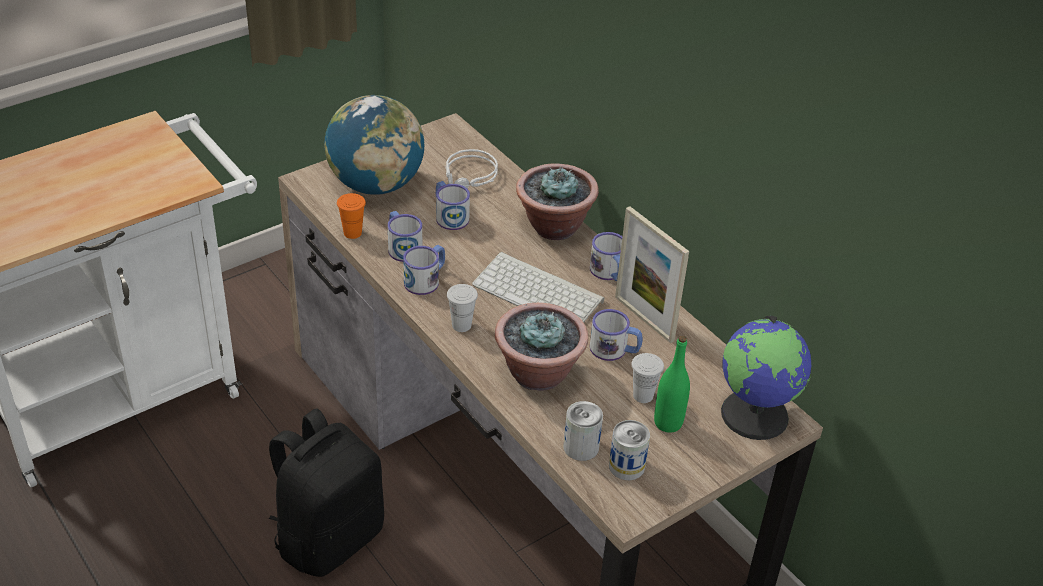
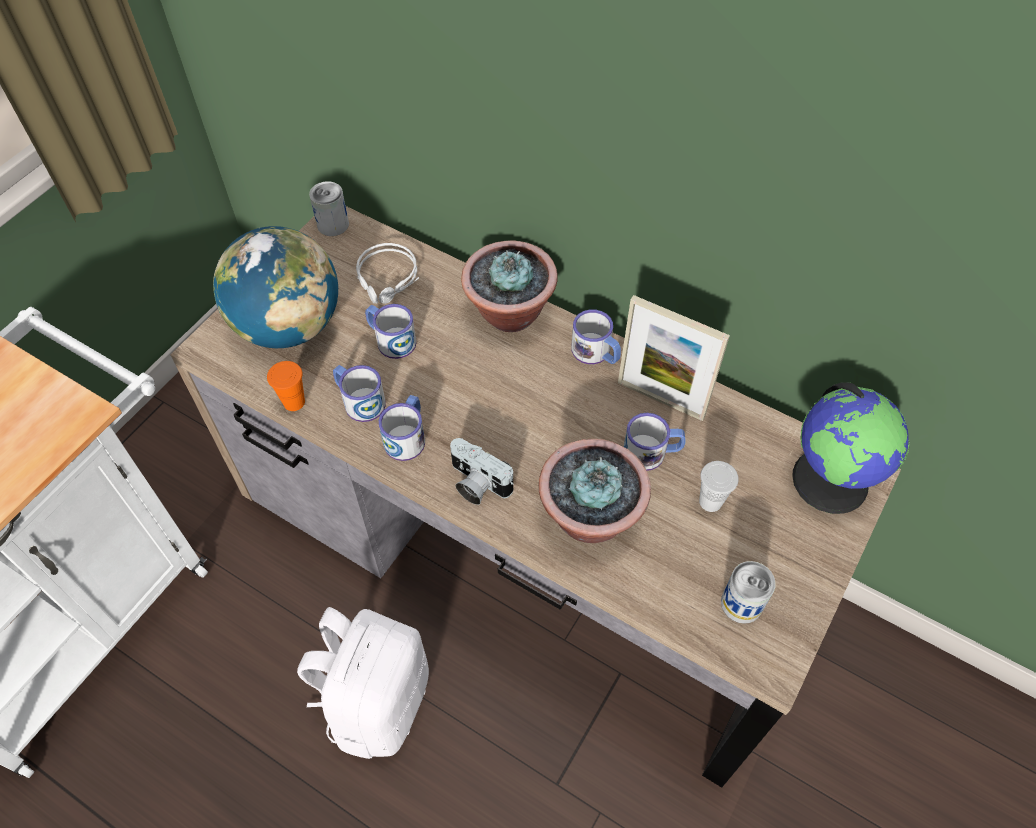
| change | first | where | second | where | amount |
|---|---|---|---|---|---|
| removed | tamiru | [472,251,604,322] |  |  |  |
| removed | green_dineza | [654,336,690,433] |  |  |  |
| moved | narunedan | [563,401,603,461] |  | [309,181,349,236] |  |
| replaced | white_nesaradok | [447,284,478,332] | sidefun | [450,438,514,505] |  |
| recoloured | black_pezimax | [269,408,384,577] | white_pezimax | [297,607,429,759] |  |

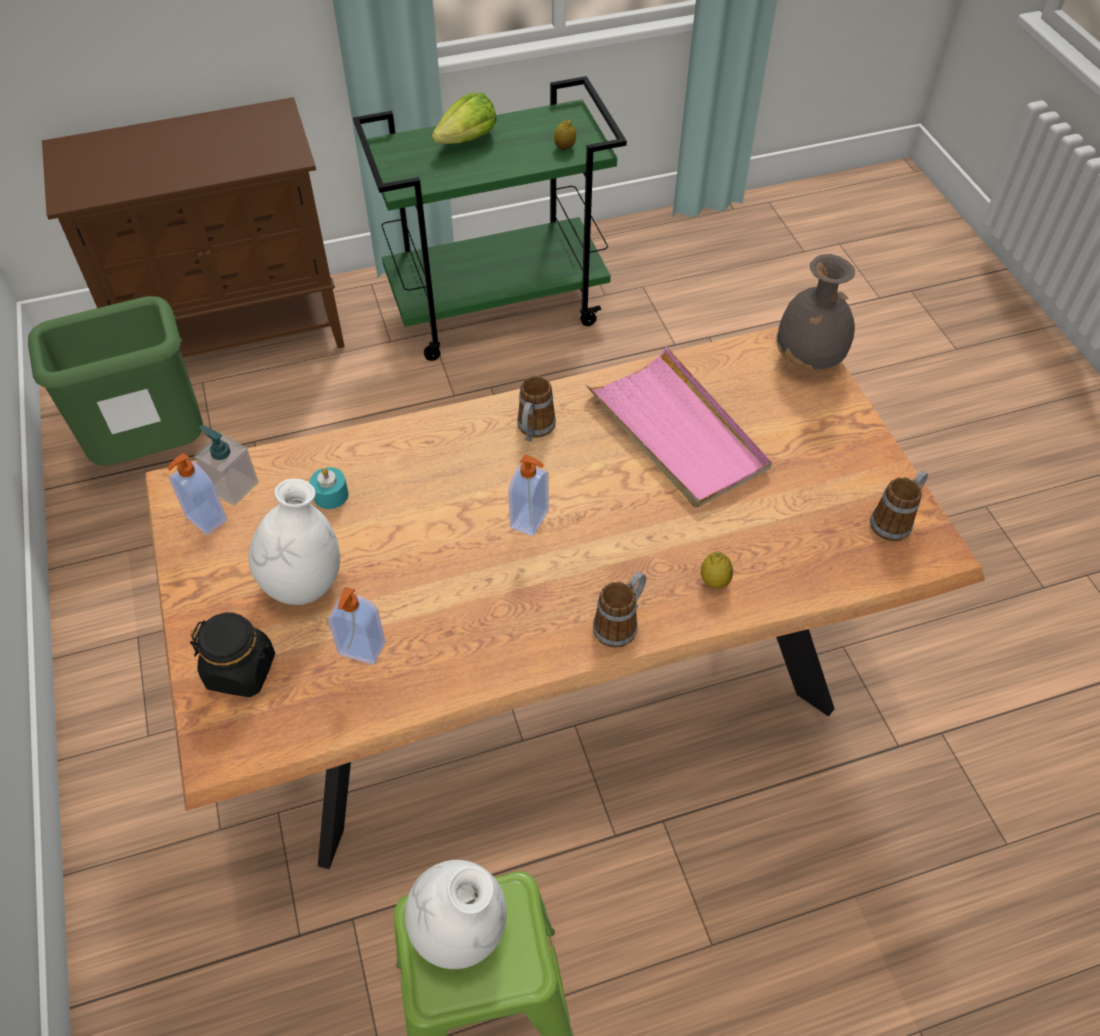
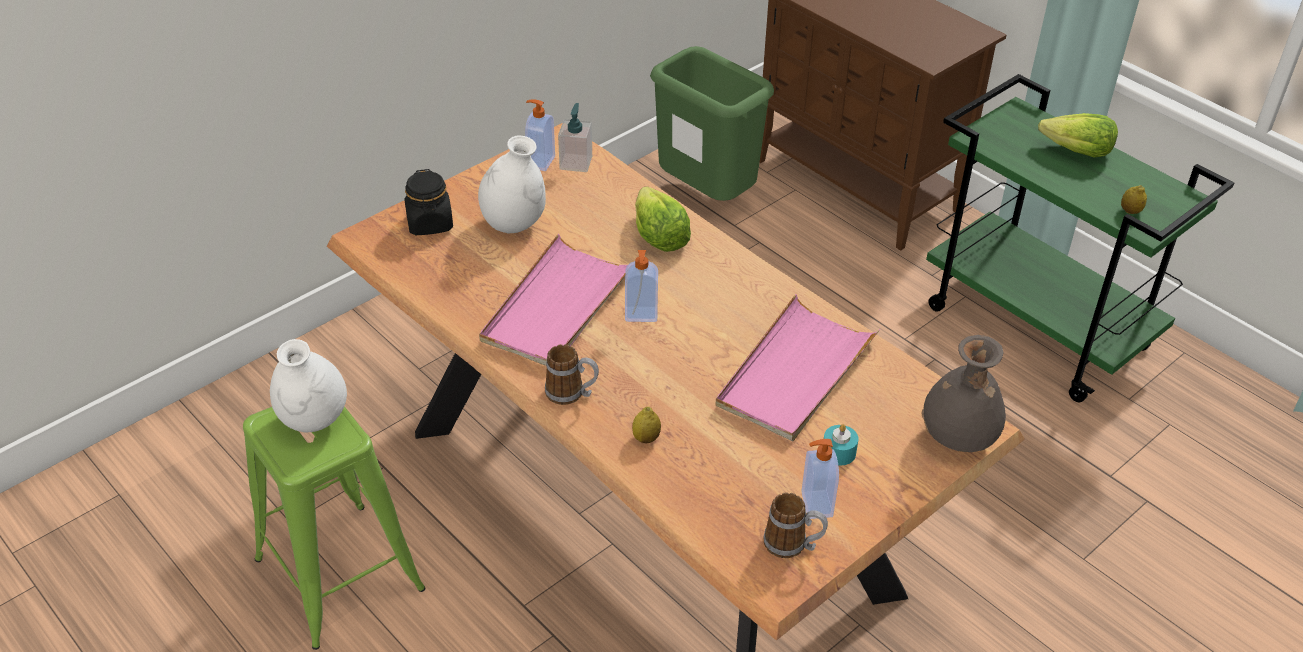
| change | first | where | second | where | amount |
|---|---|---|---|---|---|
| removed | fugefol | [517,376,556,442] |  |  |  |
| added |  |  | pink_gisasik | [479,234,628,366] |  |
| added |  |  | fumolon | [635,186,691,252] |  |
| moved | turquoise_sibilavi | [309,467,349,509] |  | [824,424,859,465] |  |
| moved | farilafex | [328,587,386,665] |  | [802,439,839,519] |  |

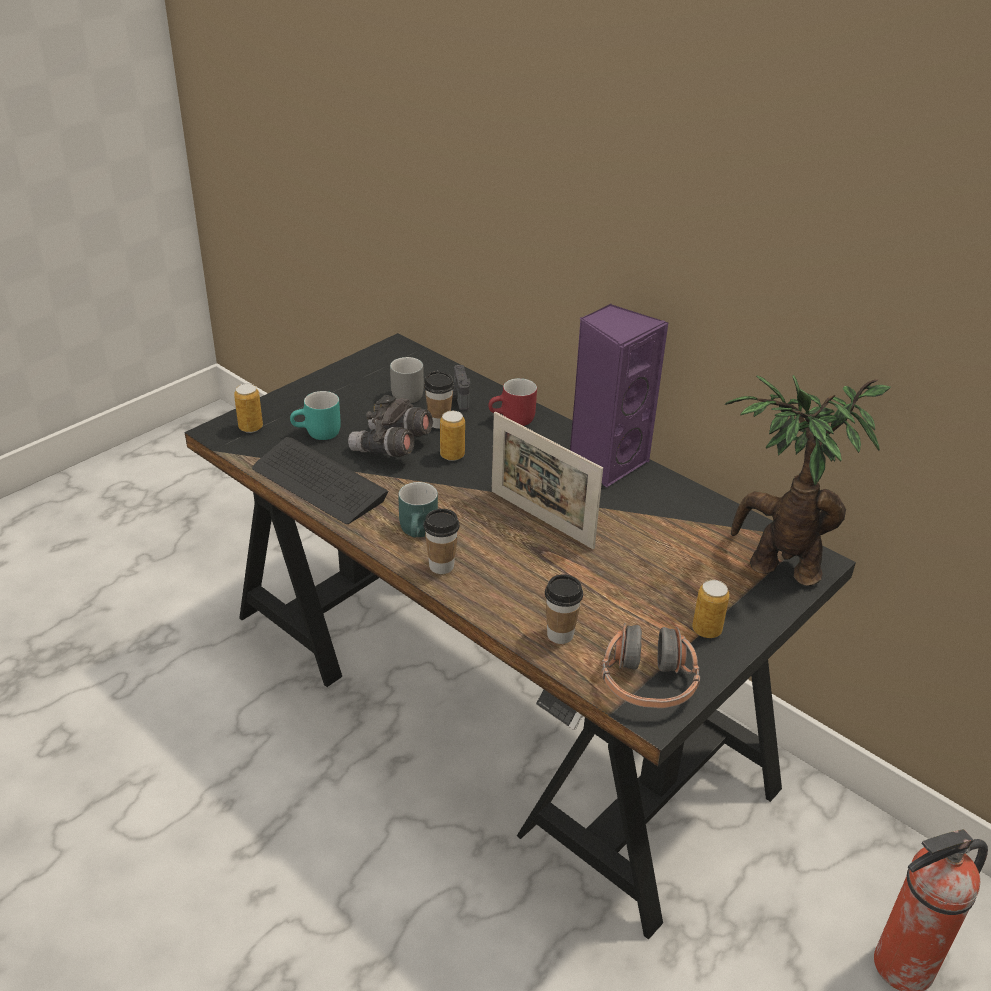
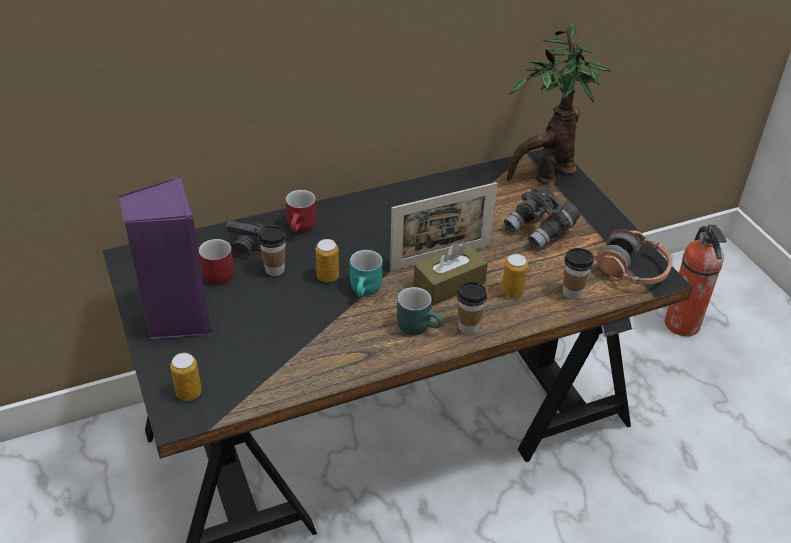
| change | first | where | second | where | amount |
|---|---|---|---|---|---|
| removed | tamiru | [252,437,389,524] |  |  |  |
| added |  |  | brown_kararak | [413,242,488,306] |  |
| moved | turquoise_fugefol | [290,391,341,440] |  | [350,250,383,297] |  |
| moved | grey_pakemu | [348,395,433,457] |  | [504,186,580,250] |  |
| moved | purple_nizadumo | [570,304,668,488] |  | [119,177,211,339] |  |
| moved | narunedan | [692,580,730,638] |  | [502,254,528,298] |  |
| recoloured | grey_fugefol | [390,357,424,403] | red_fugefol | [198,239,234,285] |  |

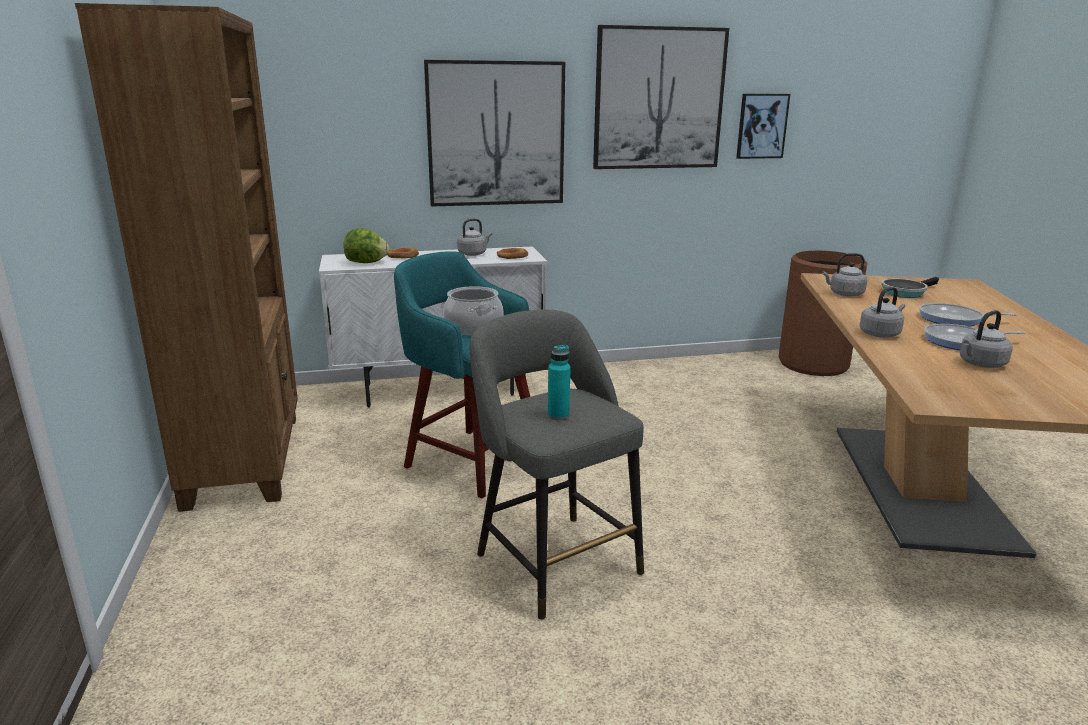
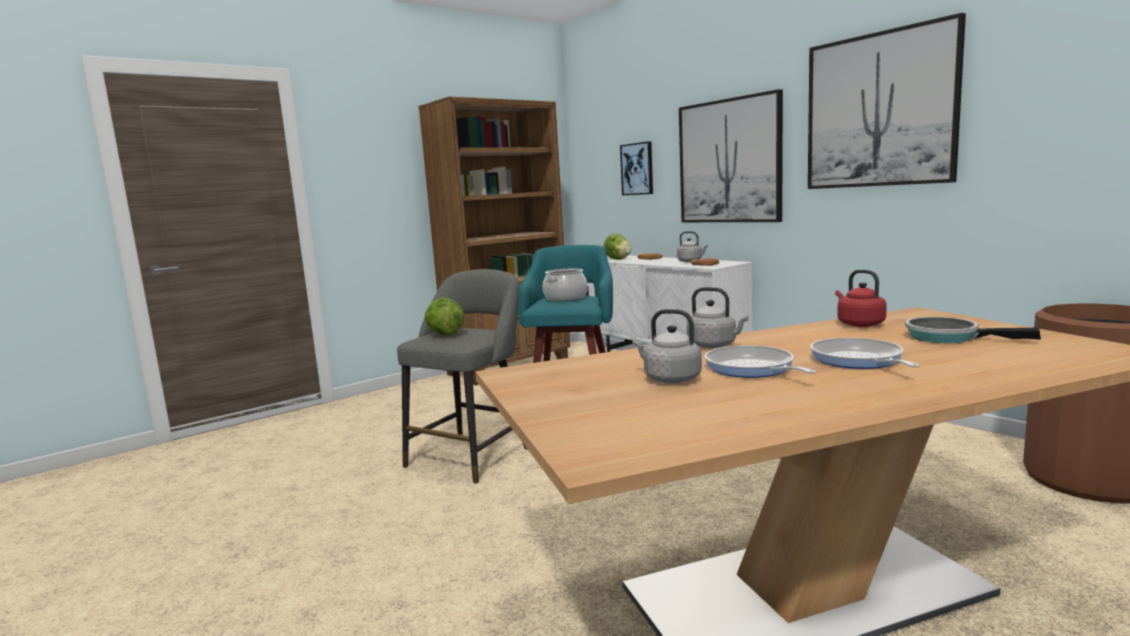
| change | first | where | second | where | amount |
|---|---|---|---|---|---|
| moved | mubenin | [736,94,790,159] |  | [620,141,653,195] |  |
| replaced | turquoise_dineza | [548,345,571,420] | fumolon | [425,297,464,335] |  |
| recoloured | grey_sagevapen | [822,253,867,296] | red_sagevapen | [835,270,887,327] |  |

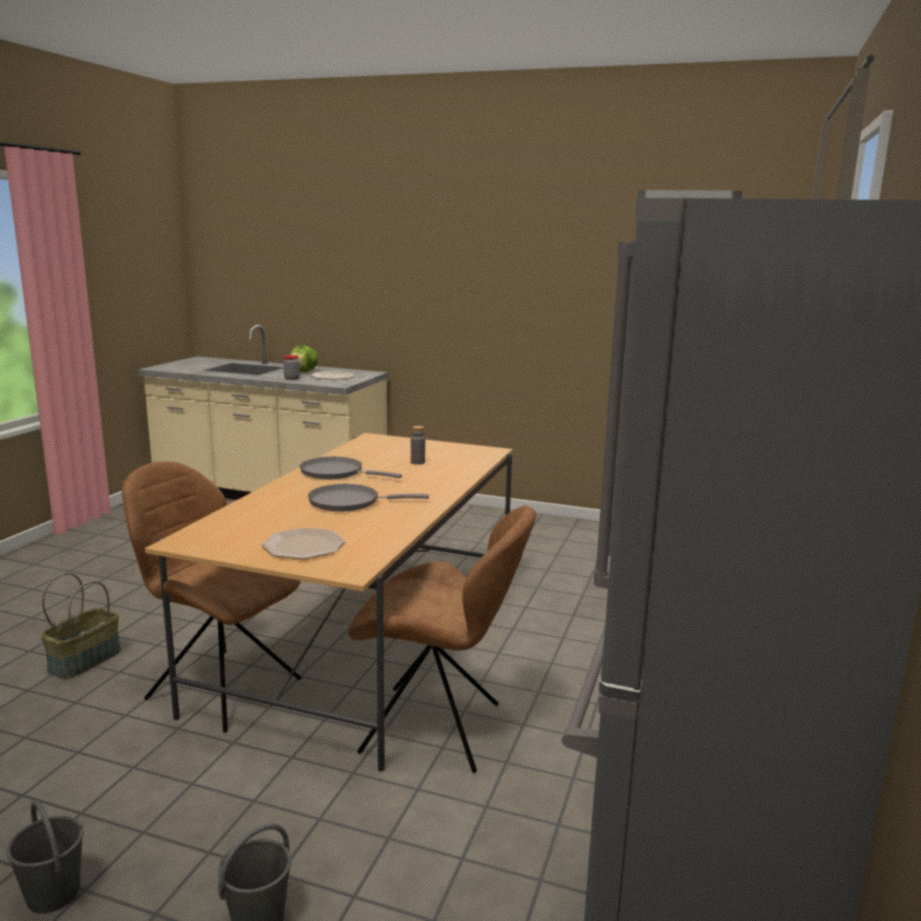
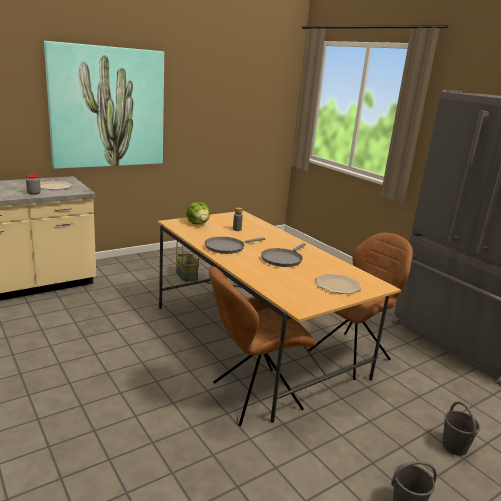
| change | first | where | second | where | amount |
|---|---|---|---|---|---|
| added |  |  | mubenin | [44,41,164,169] |  |
| moved | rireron | [41,573,121,679] |  | [176,241,199,282] |  |
| moved | fumolon | [290,345,319,372] |  | [186,202,210,224] |  |

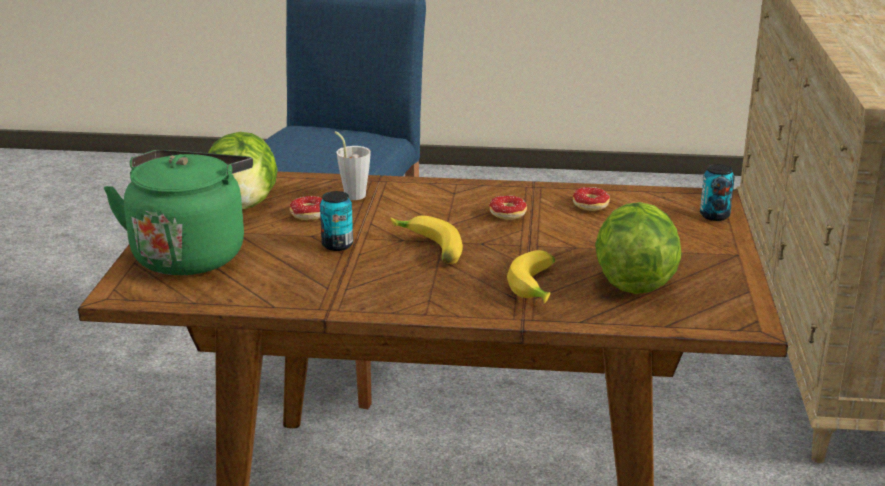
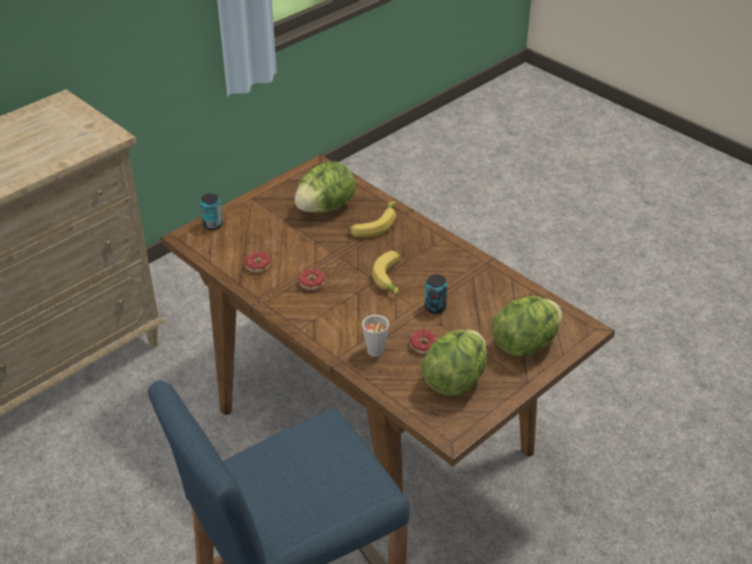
| change | first | where | second | where | amount |
|---|---|---|---|---|---|
| replaced | green_sagevapen | [104,150,253,275] | fumolon | [492,296,562,357] |  |

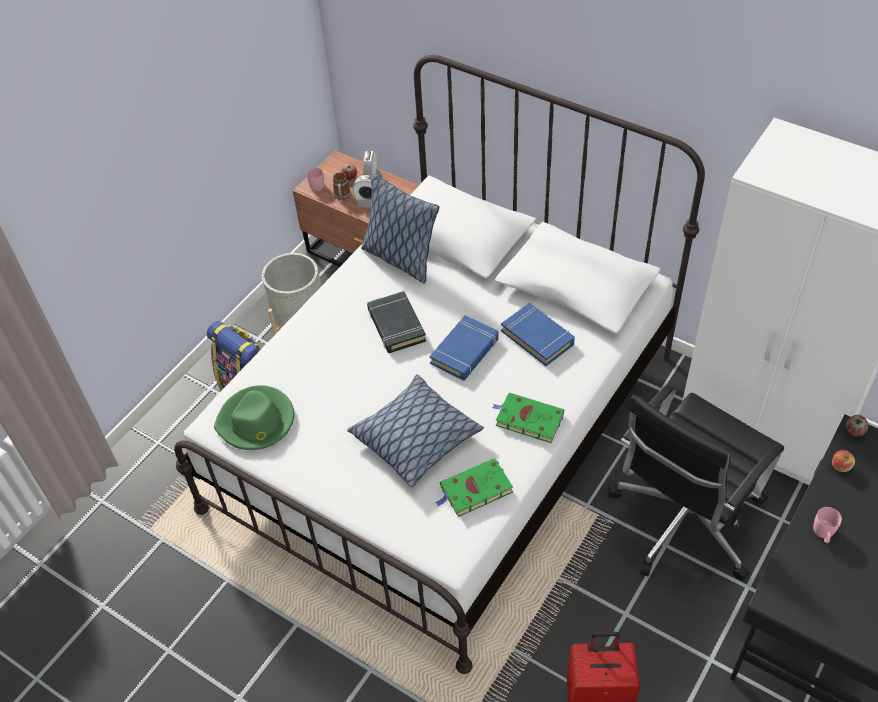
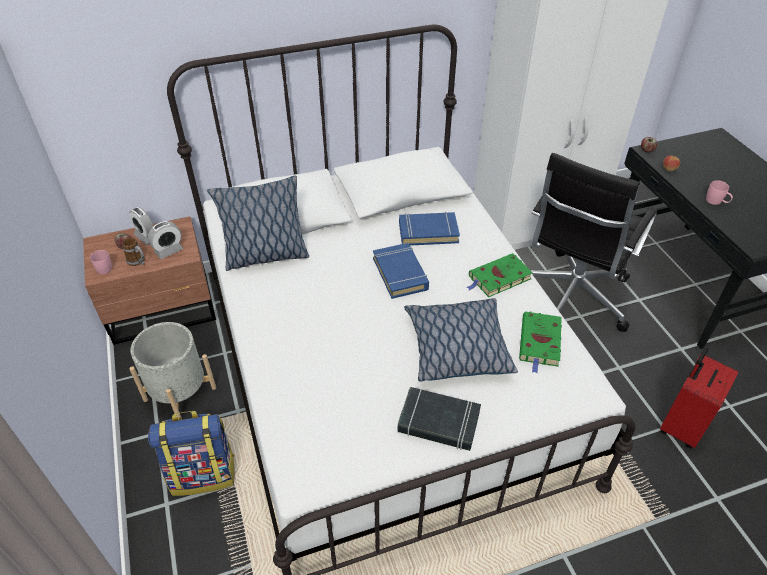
| change | first | where | second | where | amount |
|---|---|---|---|---|---|
| removed | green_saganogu | [214,385,294,450] |  |  |  |
| moved | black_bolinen | [367,291,426,353] |  | [398,387,481,451] |  |
| turned | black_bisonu | [608,384,784,581] |  | [531,153,658,332] | 45 degrees clockwise |

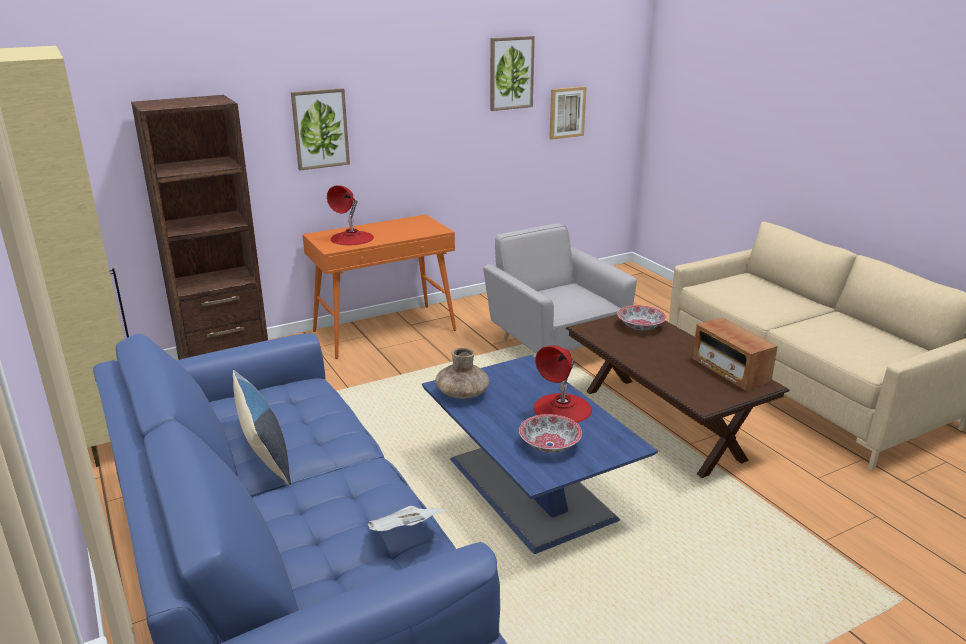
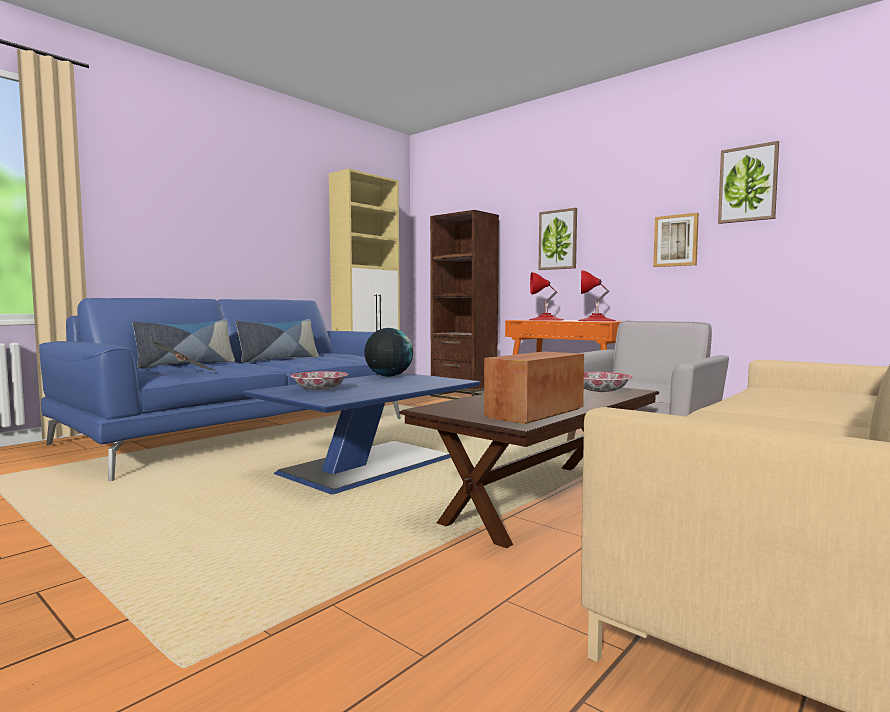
| change | first | where | second | where | amount |
|---|---|---|---|---|---|
| added |  |  | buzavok | [132,319,235,368] |  |
| moved | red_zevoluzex | [533,345,592,423] |  | [578,270,616,321] |  |
| moved | mubenin | [549,86,587,140] |  | [653,213,699,267] |  |
| replaced | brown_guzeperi | [435,348,490,399] | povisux | [364,328,413,377] |  |

